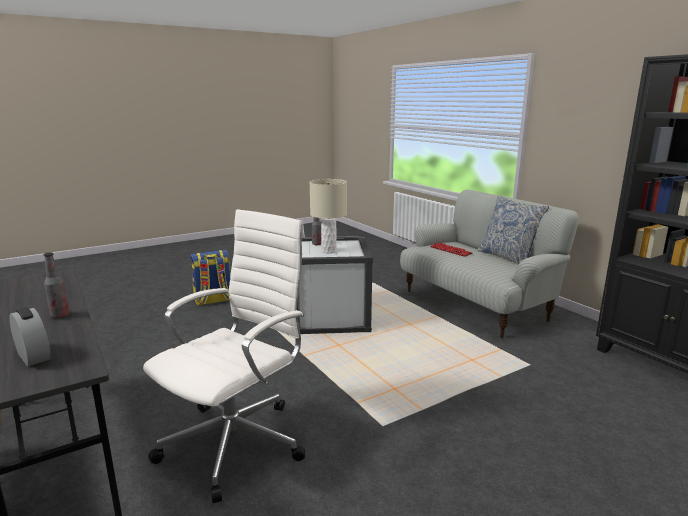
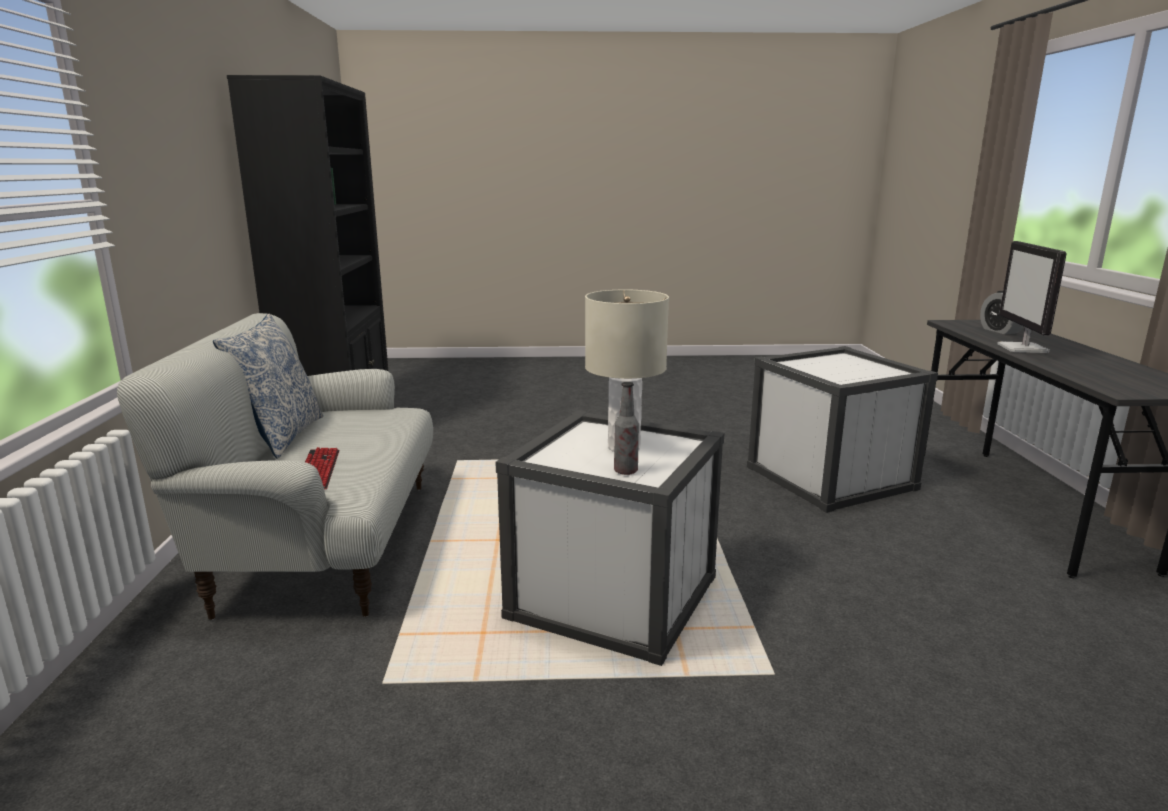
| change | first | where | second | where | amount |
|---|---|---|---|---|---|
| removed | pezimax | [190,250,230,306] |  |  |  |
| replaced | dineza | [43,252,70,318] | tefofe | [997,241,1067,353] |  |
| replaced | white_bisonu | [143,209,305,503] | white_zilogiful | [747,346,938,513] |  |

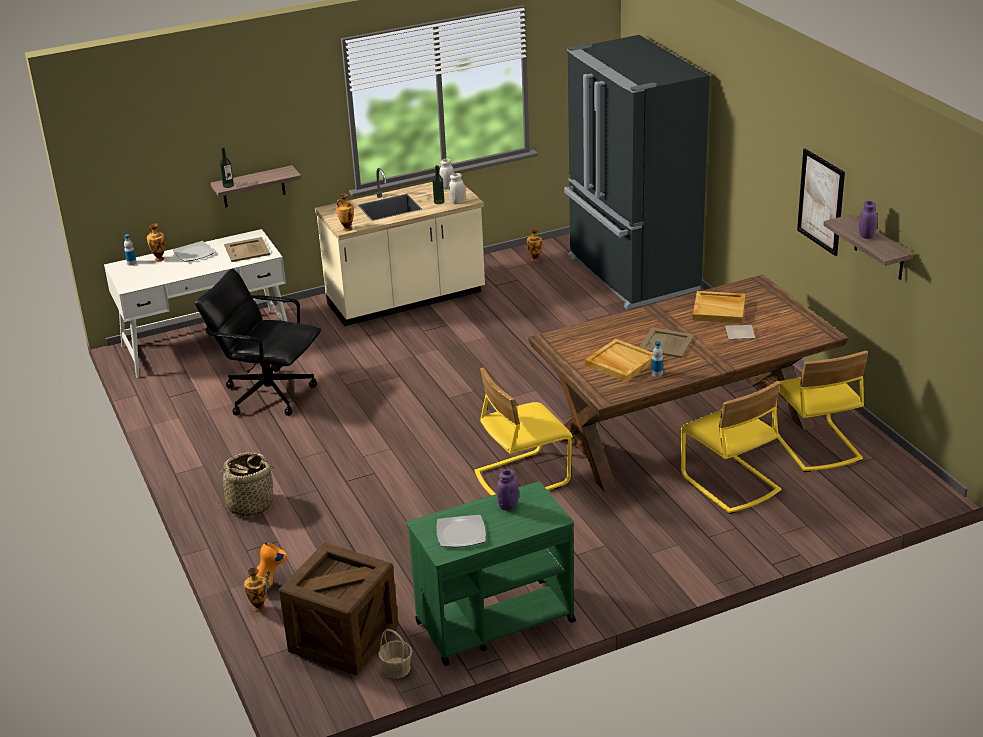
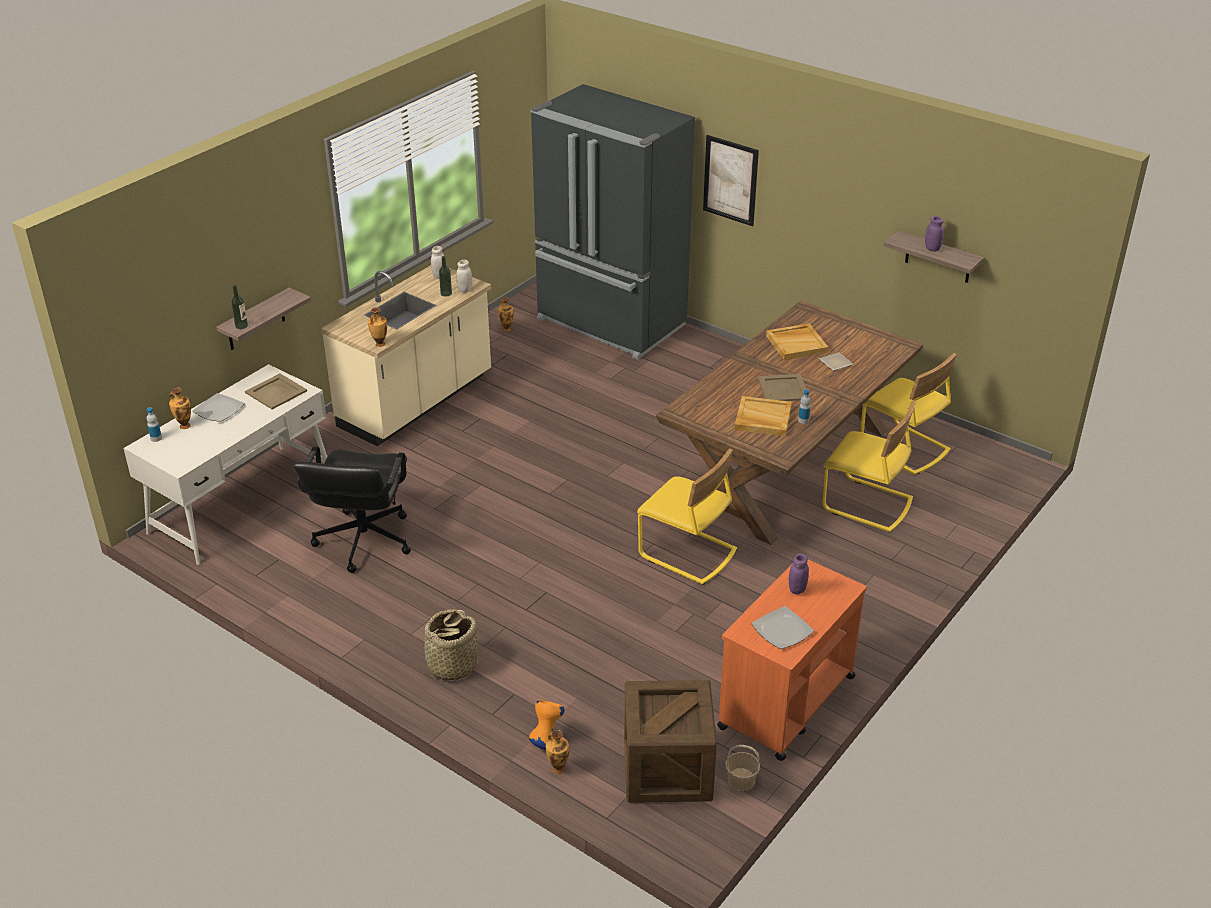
| change | first | where | second | where | amount |
|---|---|---|---|---|---|
| moved | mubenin | [797,149,845,256] |  | [703,135,759,226] |  |
| recoloured | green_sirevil | [406,481,576,666] | orange_sirevil | [717,560,867,761] |  |
| turned | black_bisonu | [195,268,321,416] |  | [293,446,411,573] | 75 degrees counterclockwise |
| turned | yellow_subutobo | [475,368,573,496] |  | [637,448,737,585] | 90 degrees counterclockwise |

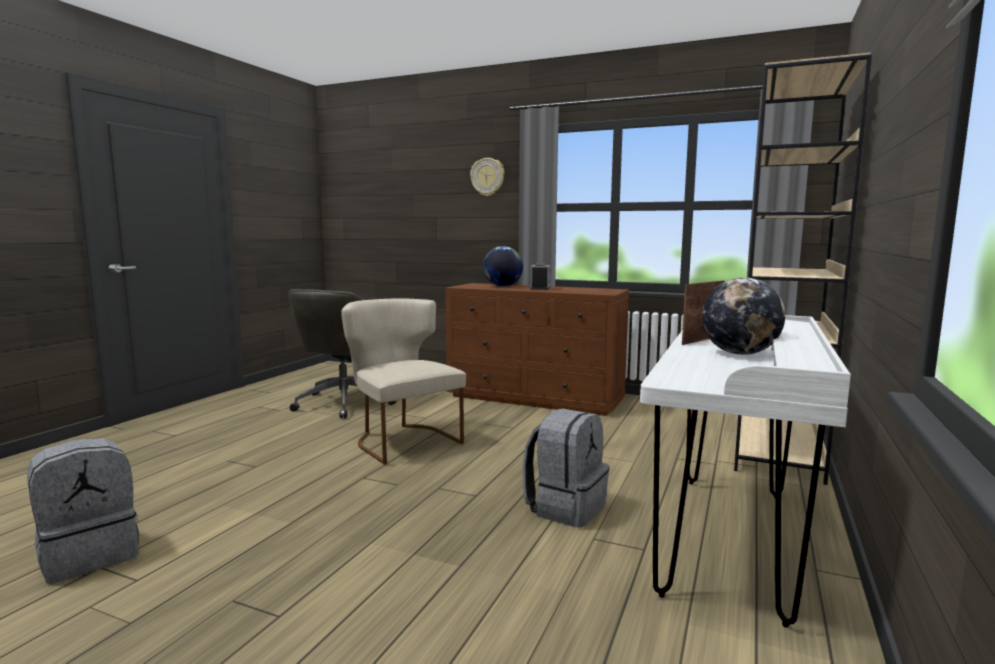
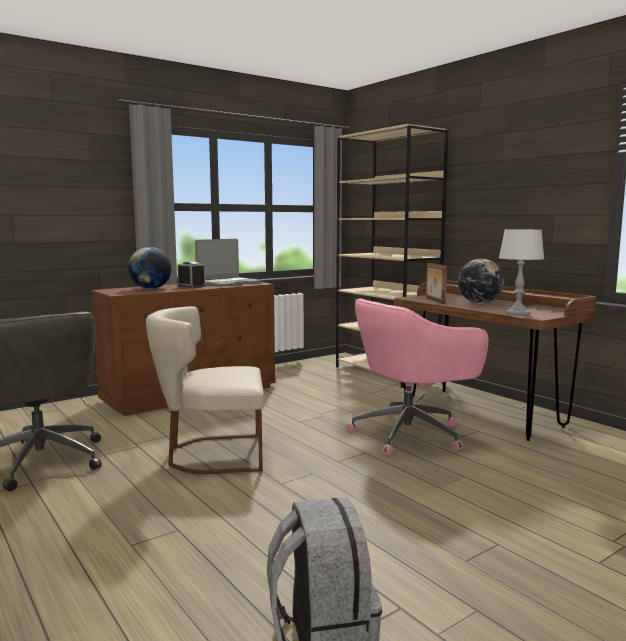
| change | first | where | second | where | amount |
|---|---|---|---|---|---|
| removed | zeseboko | [470,158,504,196] |  |  |  |
| added |  |  | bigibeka | [195,239,263,286] |  |
| added |  |  | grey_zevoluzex | [499,229,544,316] |  |
| replaced | grey_pezimax | [523,409,610,528] | pink_bisonu | [346,298,489,456] |  |
| recoloured | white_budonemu | [640,315,851,628] | brown_budonemu | [394,280,596,441] |  |

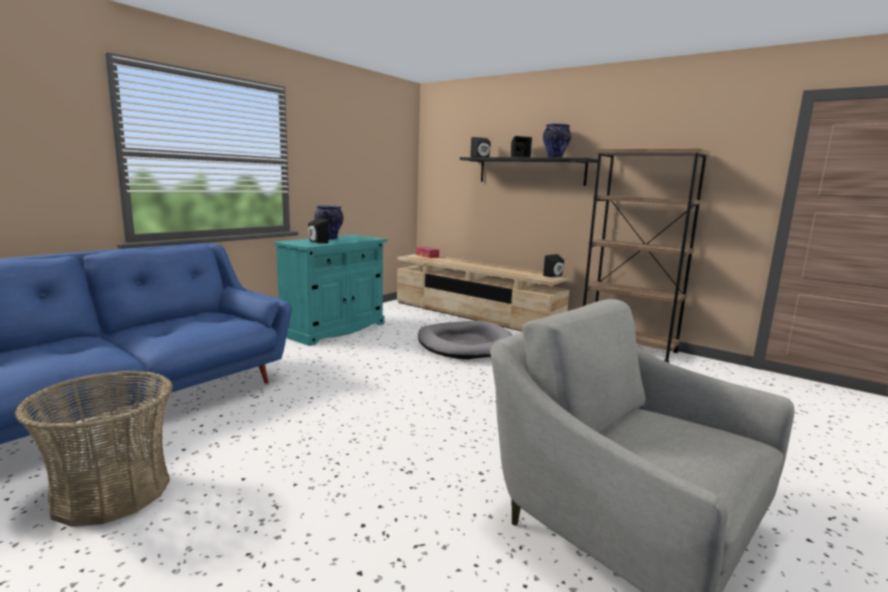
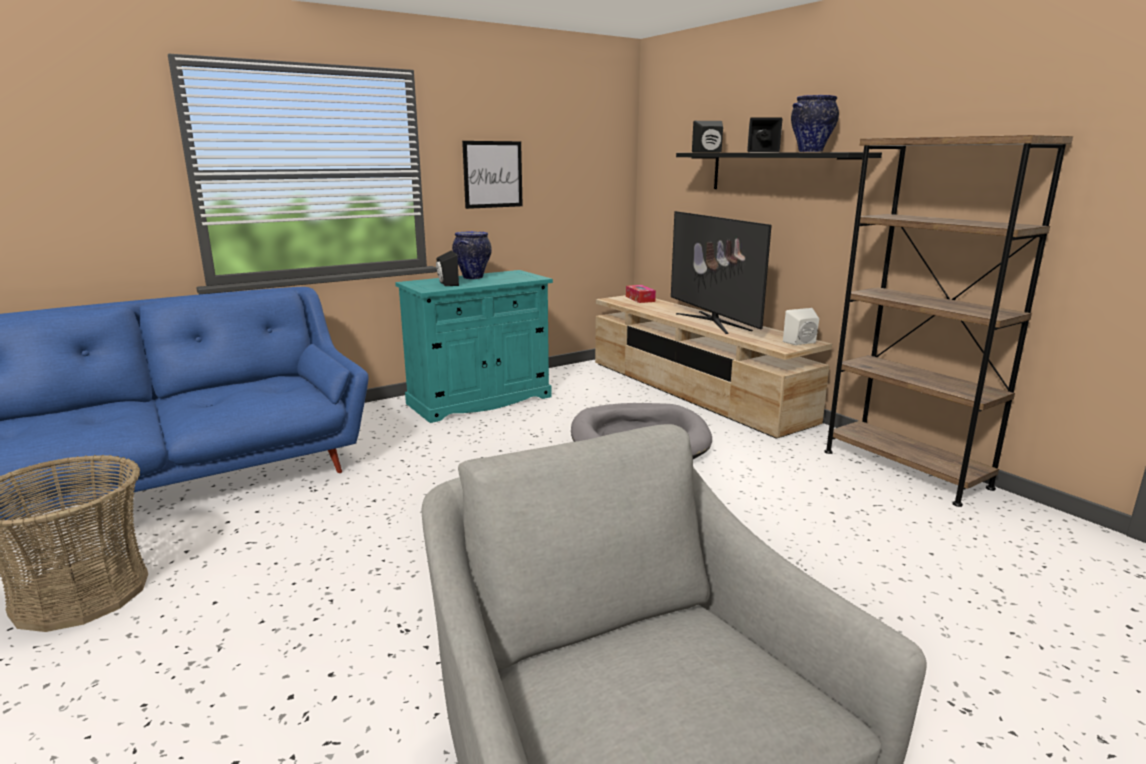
| change | first | where | second | where | amount |
|---|---|---|---|---|---|
| added |  |  | mubenin | [462,141,523,209] |  |
| added |  |  | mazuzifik | [671,211,772,334] |  |
| recoloured | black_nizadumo | [543,254,564,277] | white_nizadumo | [783,308,819,345] |  |

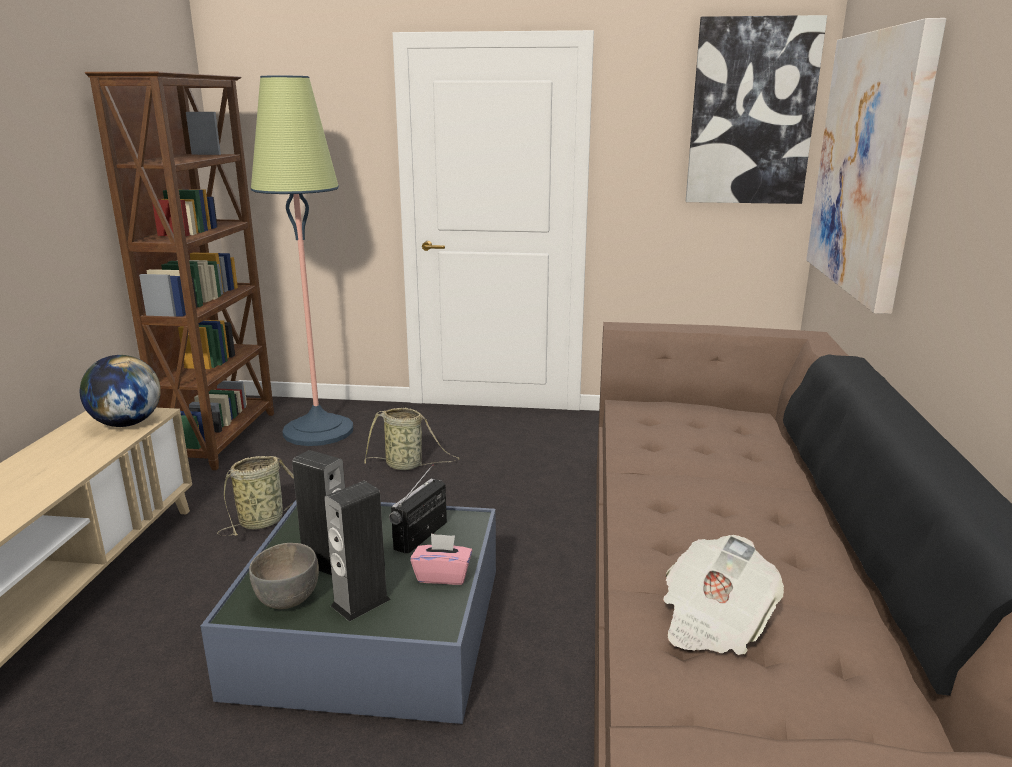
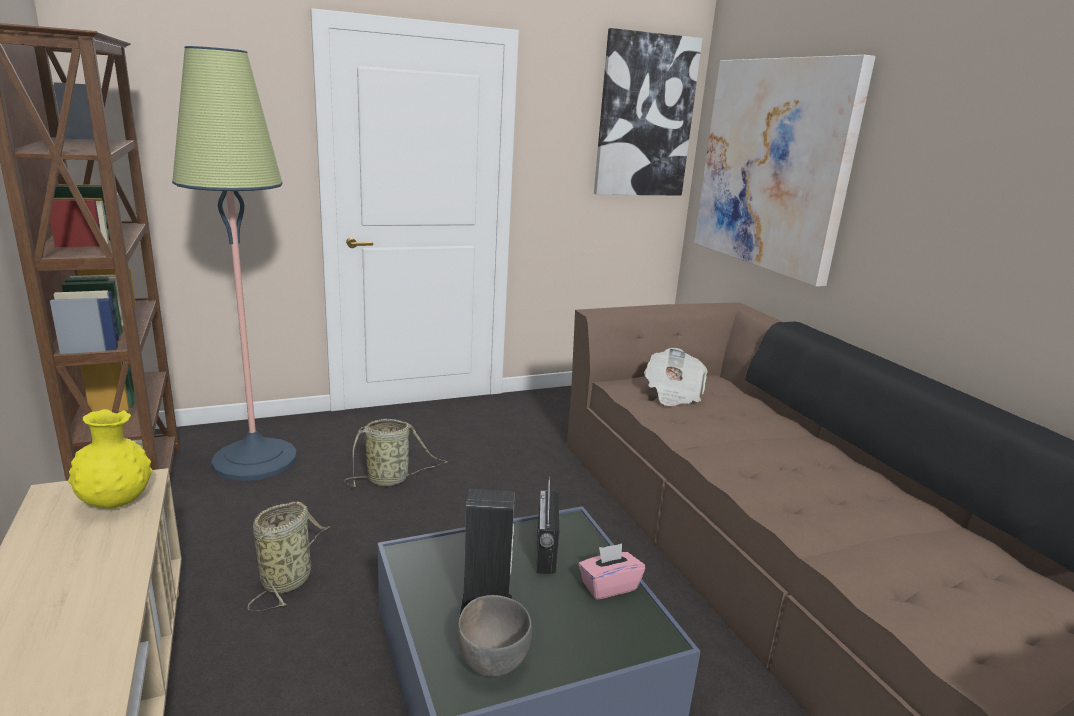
| change | first | where | second | where | amount |
|---|---|---|---|---|---|
| removed | nizadumo | [324,481,391,622] |  |  |  |
| moved | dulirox | [663,535,784,655] |  | [644,348,708,406] |  |
| replaced | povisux | [80,355,161,427] | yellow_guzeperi | [68,409,152,509] |  |

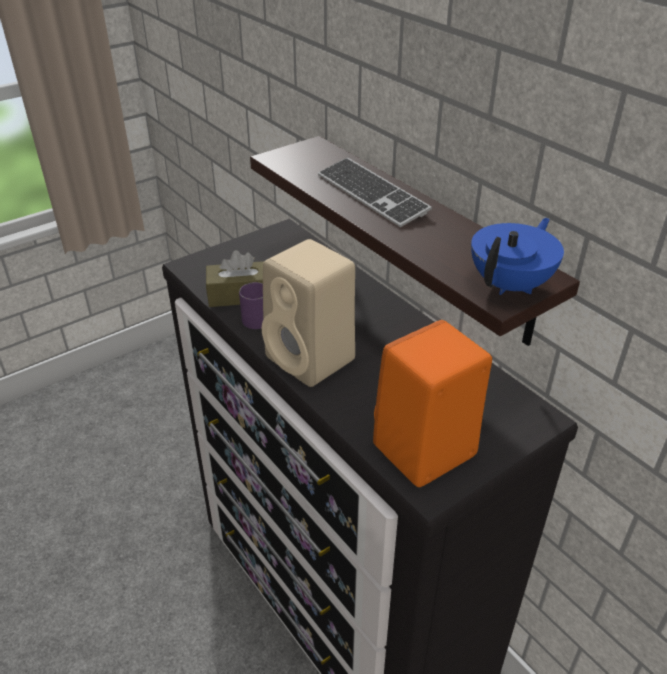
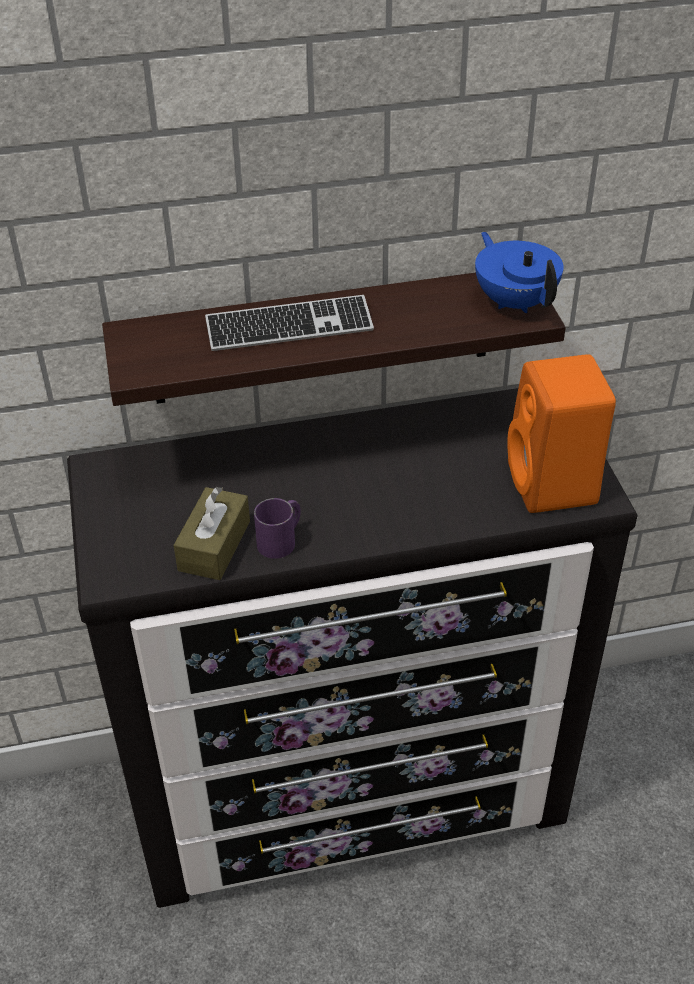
| change | first | where | second | where | amount |
|---|---|---|---|---|---|
| removed | beige_nizadumo | [262,239,355,387] |  |  |  |

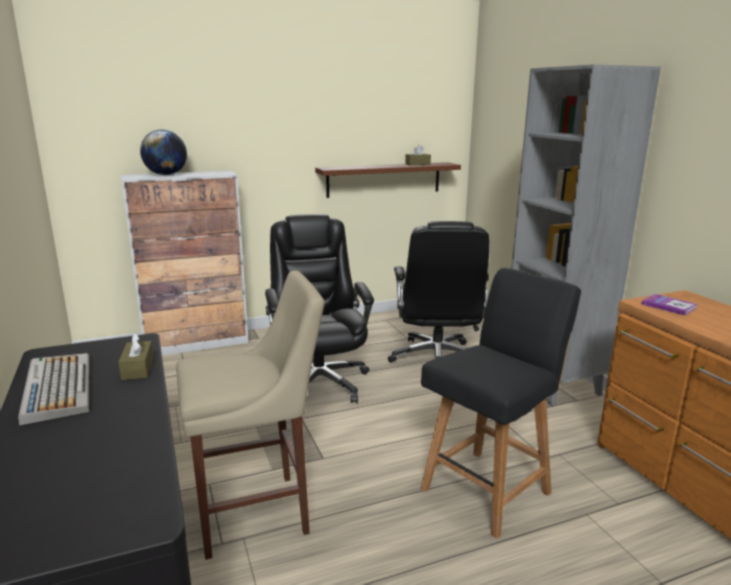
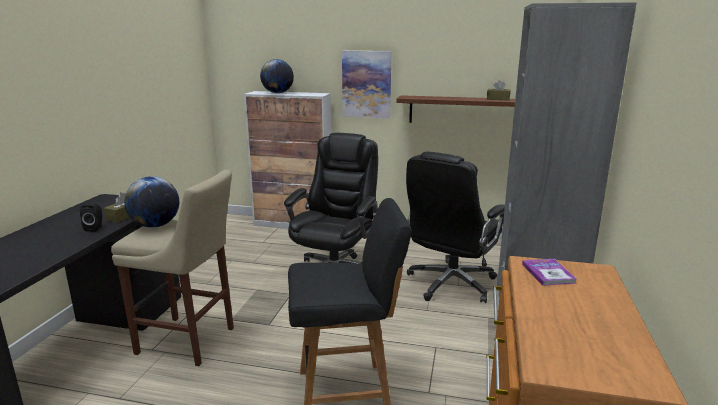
| change | first | where | second | where | amount |
|---|---|---|---|---|---|
| removed | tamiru | [18,353,89,426] |  |  |  |
| added |  |  | black_nizadumo | [80,204,102,232] |  |
| added |  |  | povisux | [124,176,179,228] |  |
| added |  |  | mubenin | [342,51,392,118] |  |

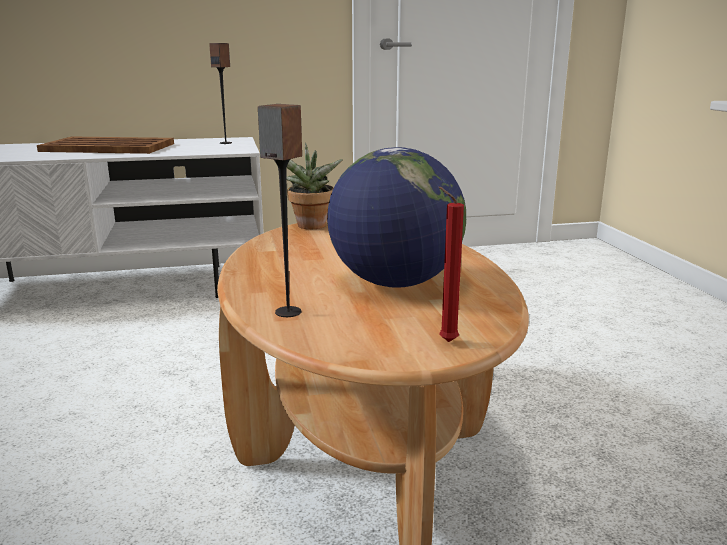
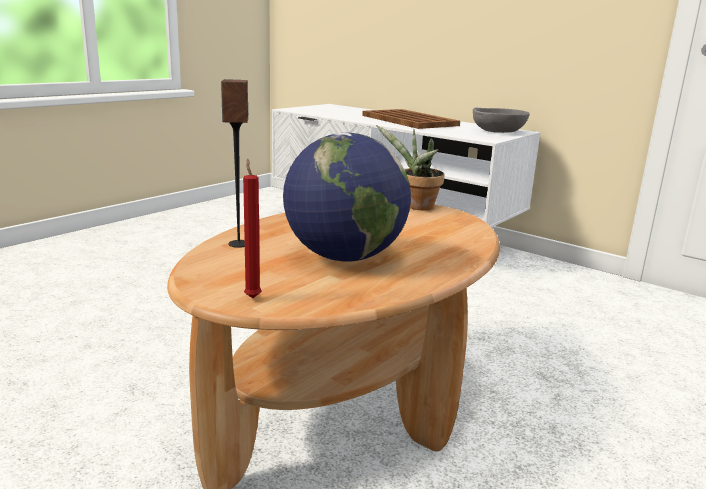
| change | first | where | second | where | amount |
|---|---|---|---|---|---|
| replaced | nizadumo | [209,43,232,144] | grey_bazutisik | [473,108,530,133] |  |

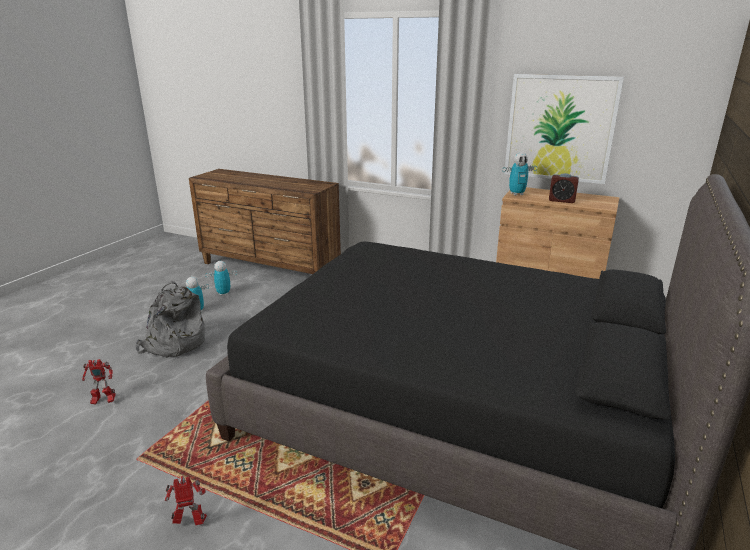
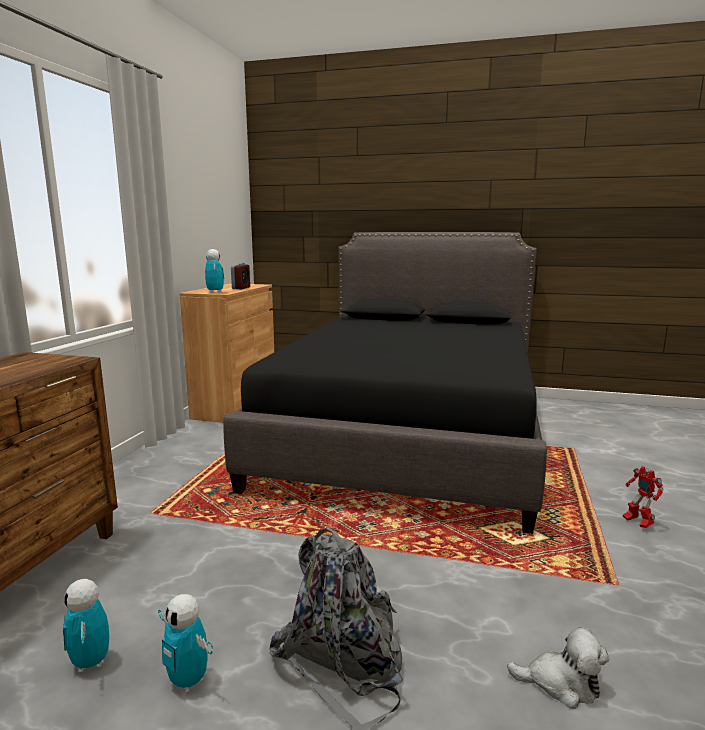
| change | first | where | second | where | amount |
|---|---|---|---|---|---|
| removed | mubenin | [504,74,624,184] |  |  |  |
| replaced | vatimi | [82,359,116,405] | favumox | [507,627,609,709] |  |

